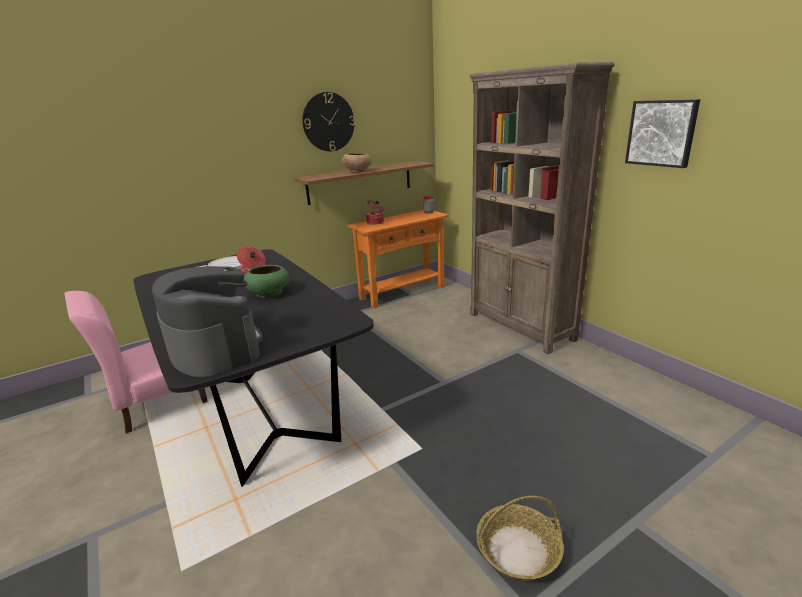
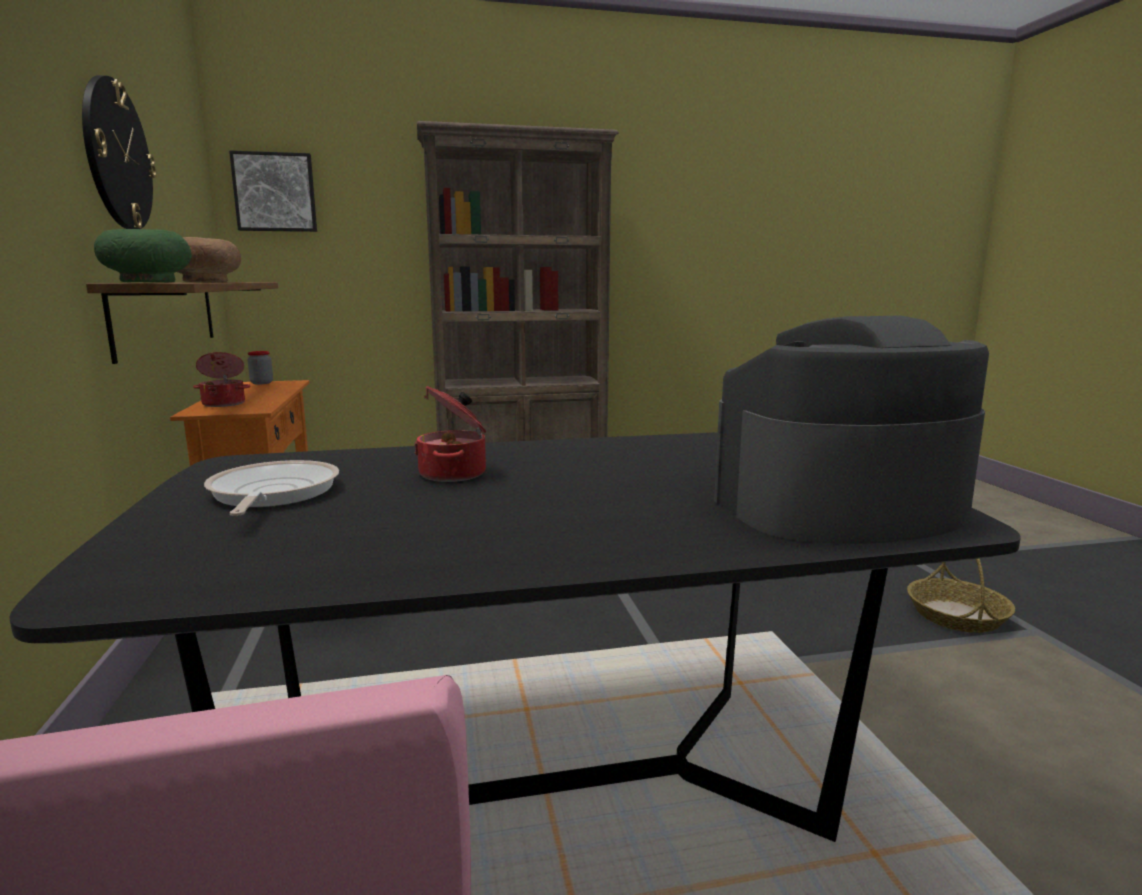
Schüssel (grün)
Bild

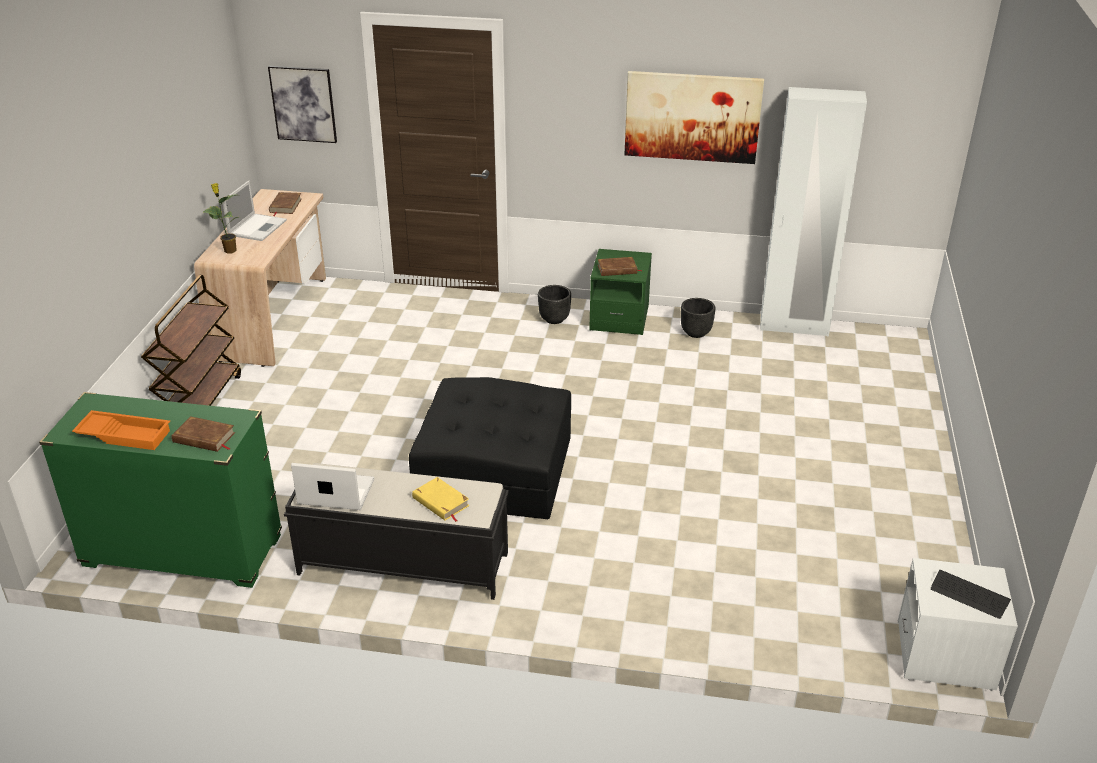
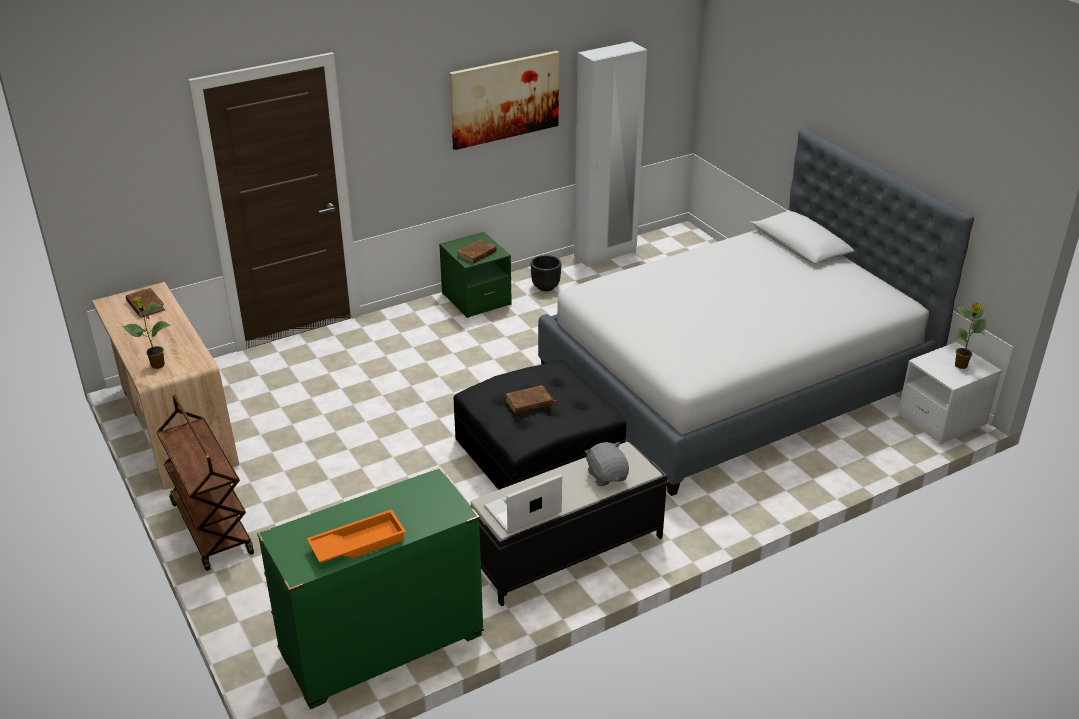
Buch (braun) (no. 3 from left)
Laptop (no. 1 from left in the first image)
Bild (no. 1 from left in the first image)
Plüschtier (grau)
Pflanzkübel (schwarz) (no. 1 from left in the first image)
Topfpflanze (no. 2 from left)
Bett

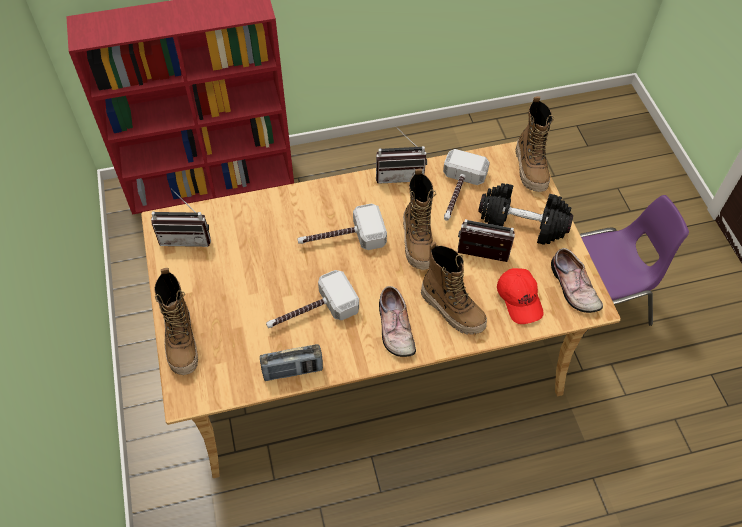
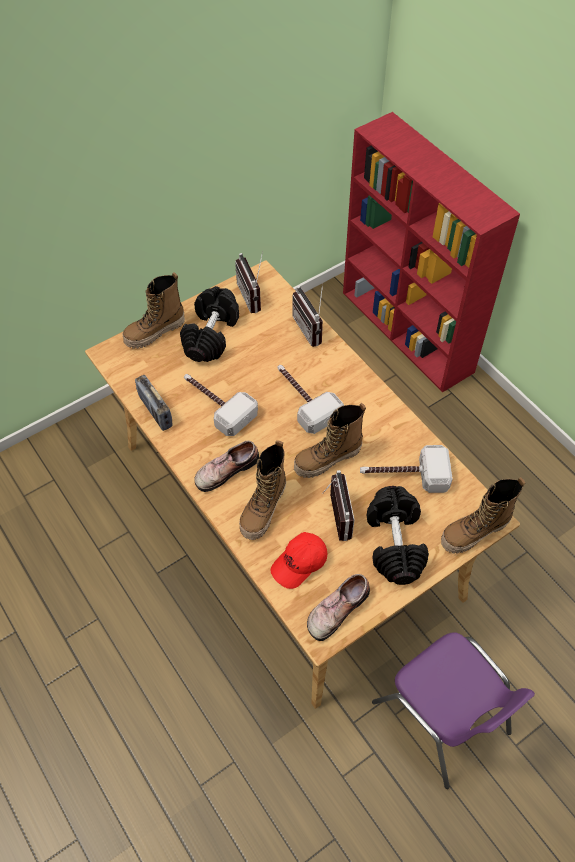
Radio (no. 3 from left)
Hantel (schwarz) (no. 1 from left)

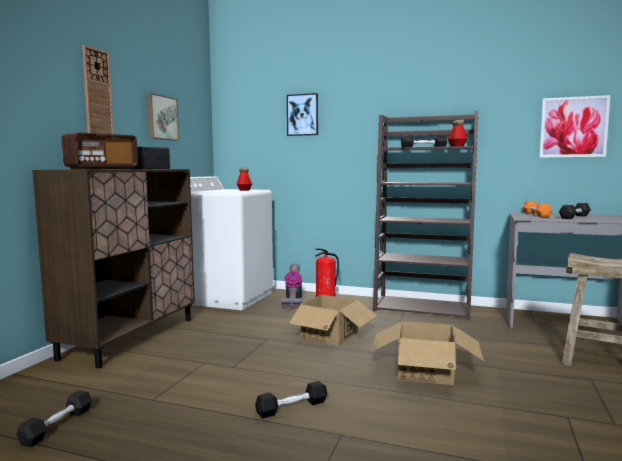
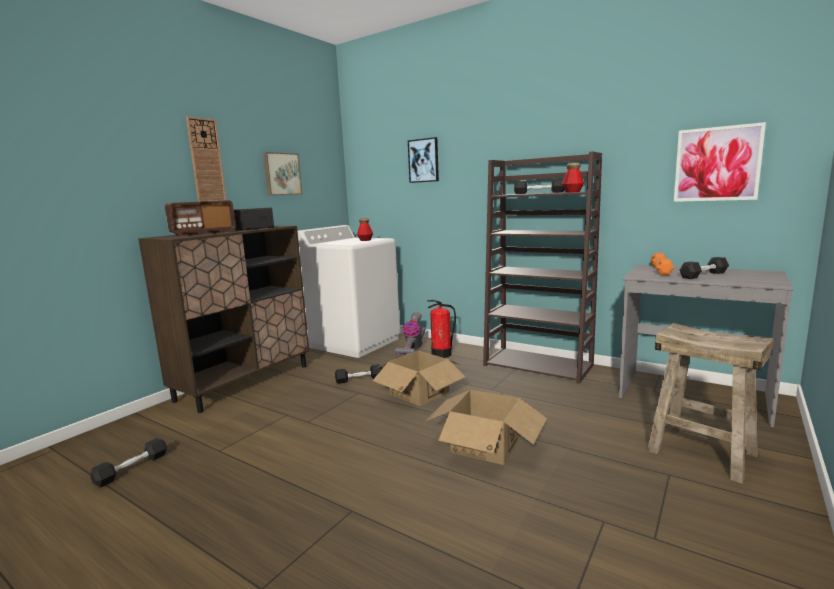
Hantel (schwarz) (no. 2 from left)

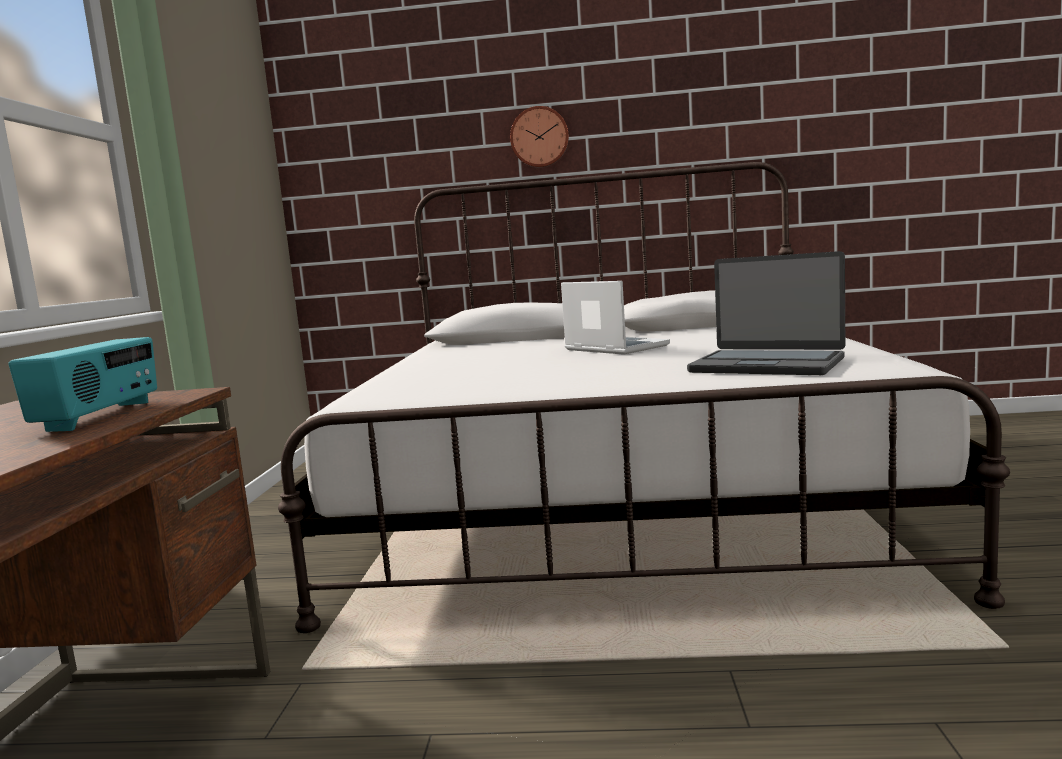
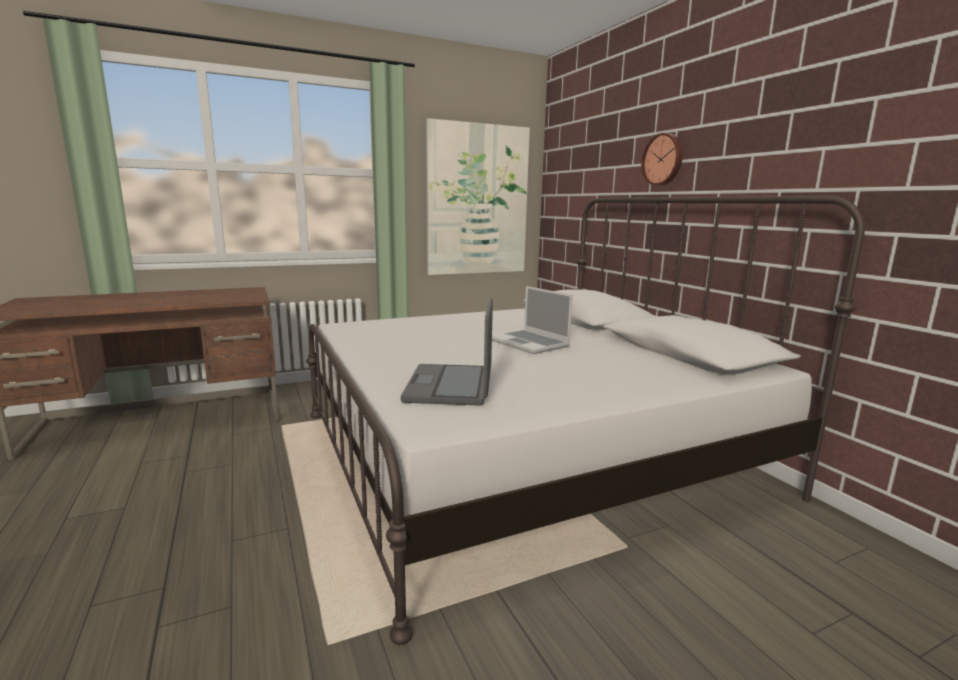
Radio
Laptop (no. 2 from left)
Bild

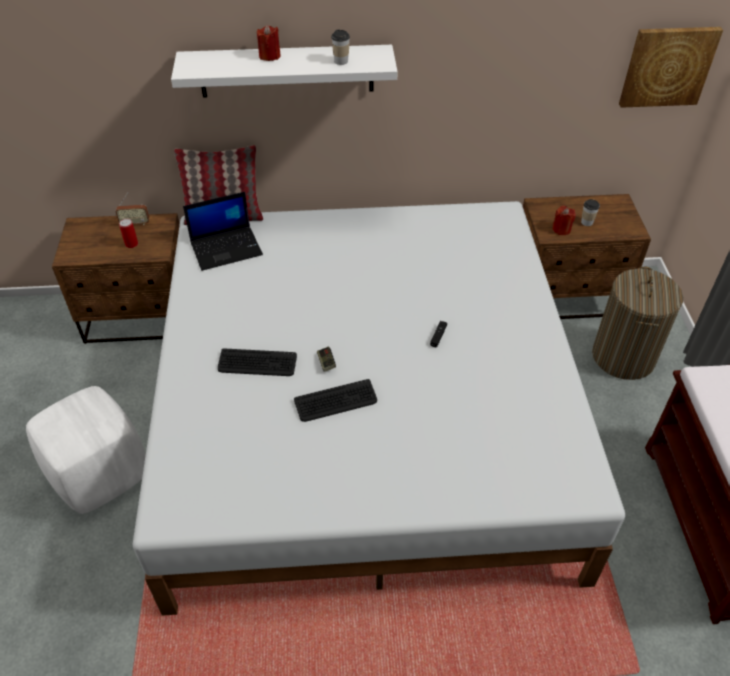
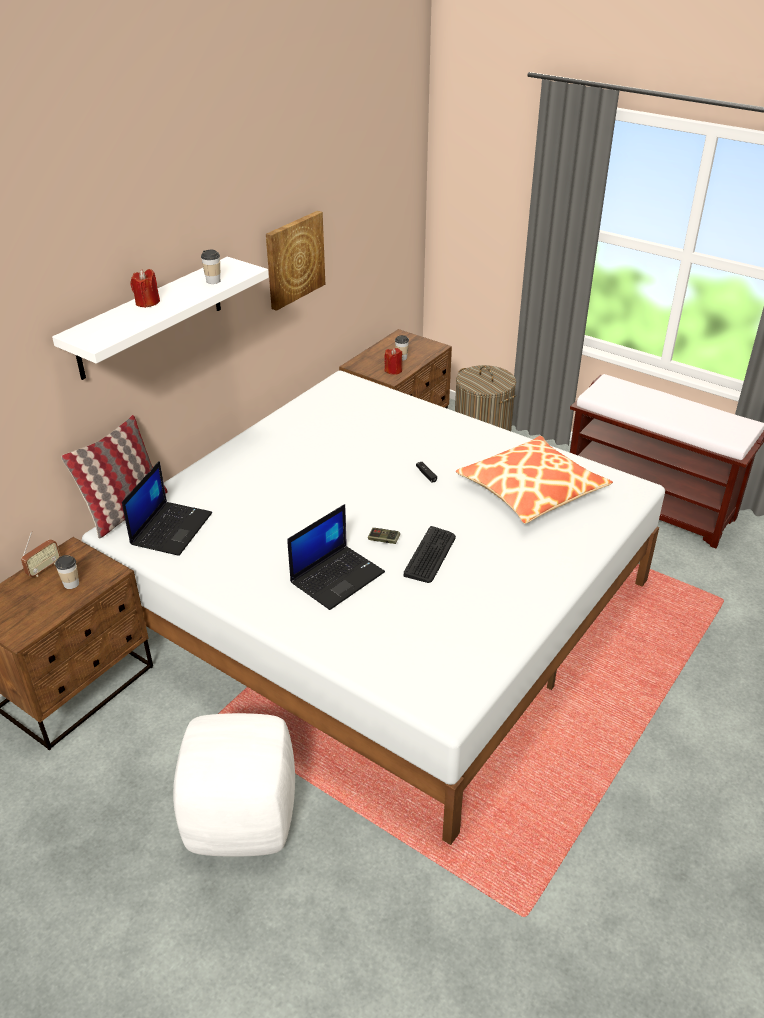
Tasse (no. 1 from left)
Laptop (no. 2 from left)
Bild
Kissen (no. 2 from left)

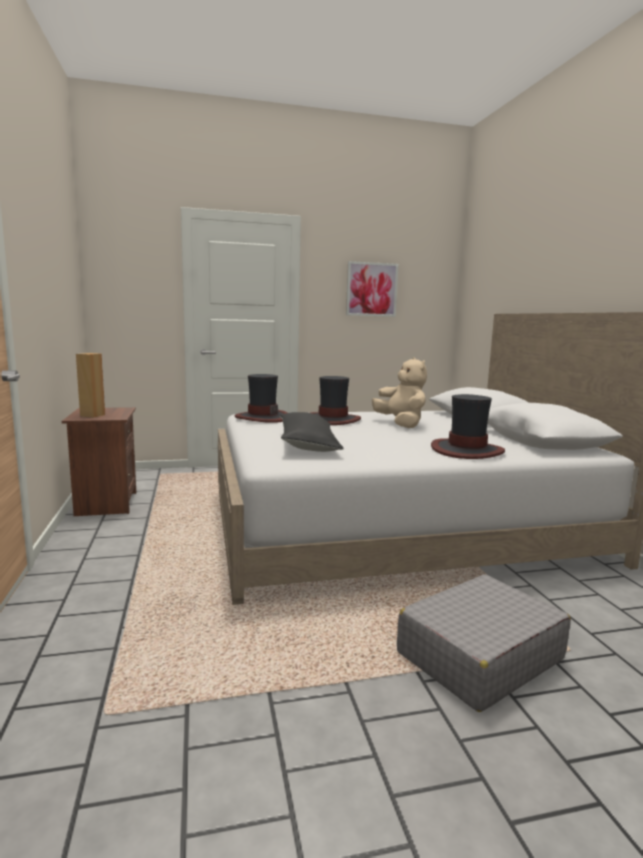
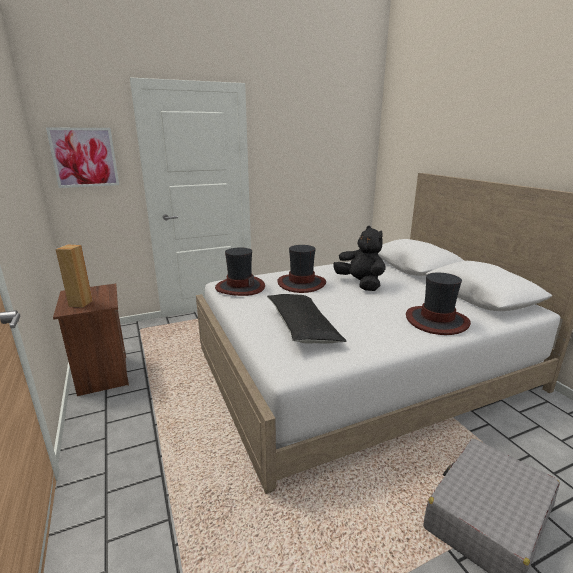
Bild
Plüschtier (schwarz)

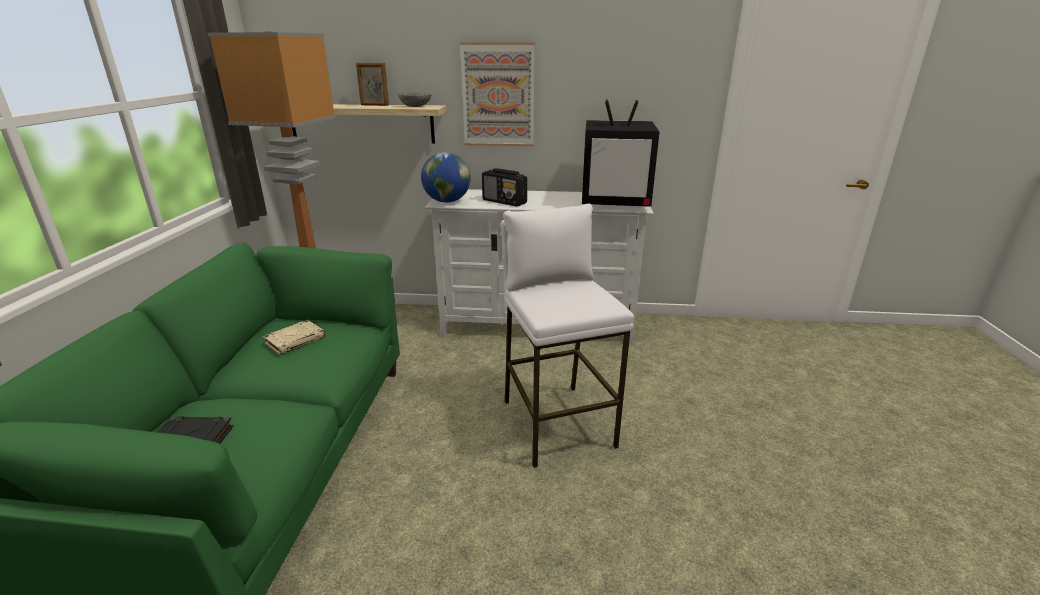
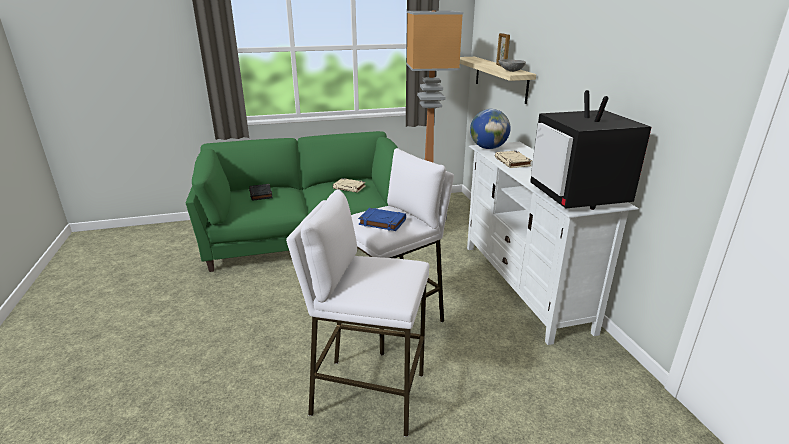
Bild
Buch (beige) (no. 2 from left)
Hocker (weiß) (no. 1 from left)
Buch (blau)

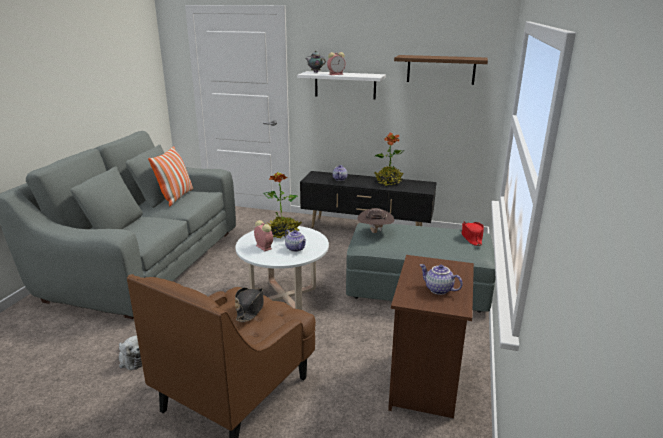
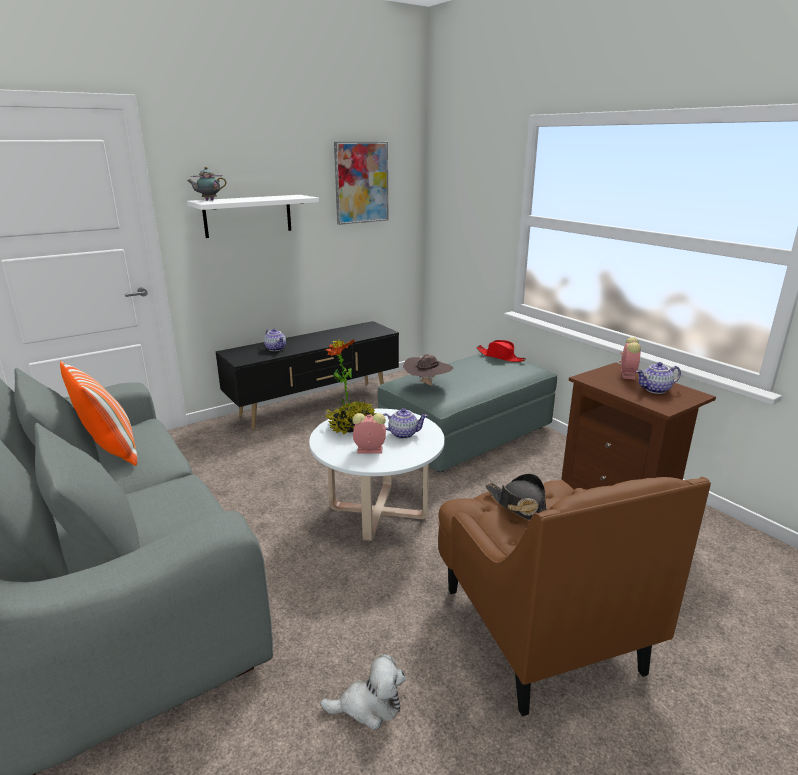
Wecker (no. 2 from left)
Topfpflanze (no. 2 from left in the first image)
Bild

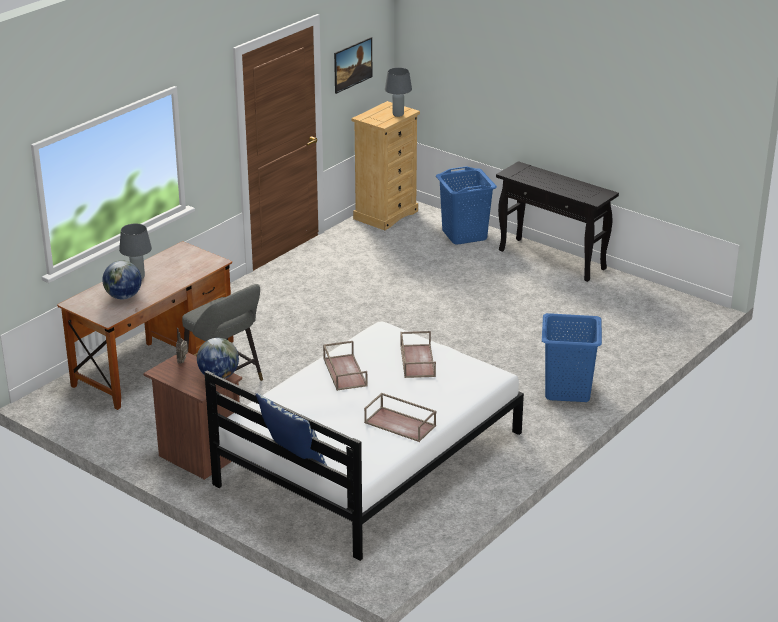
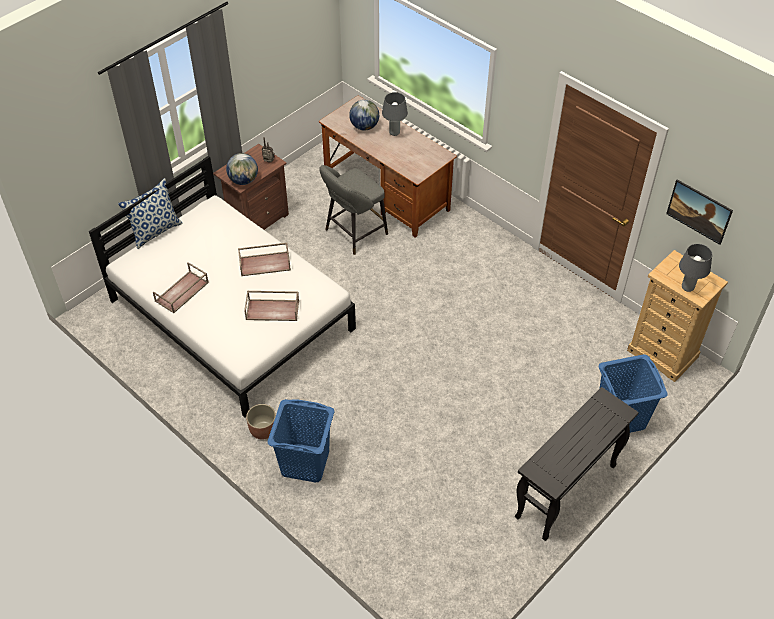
Pflanzkübel

